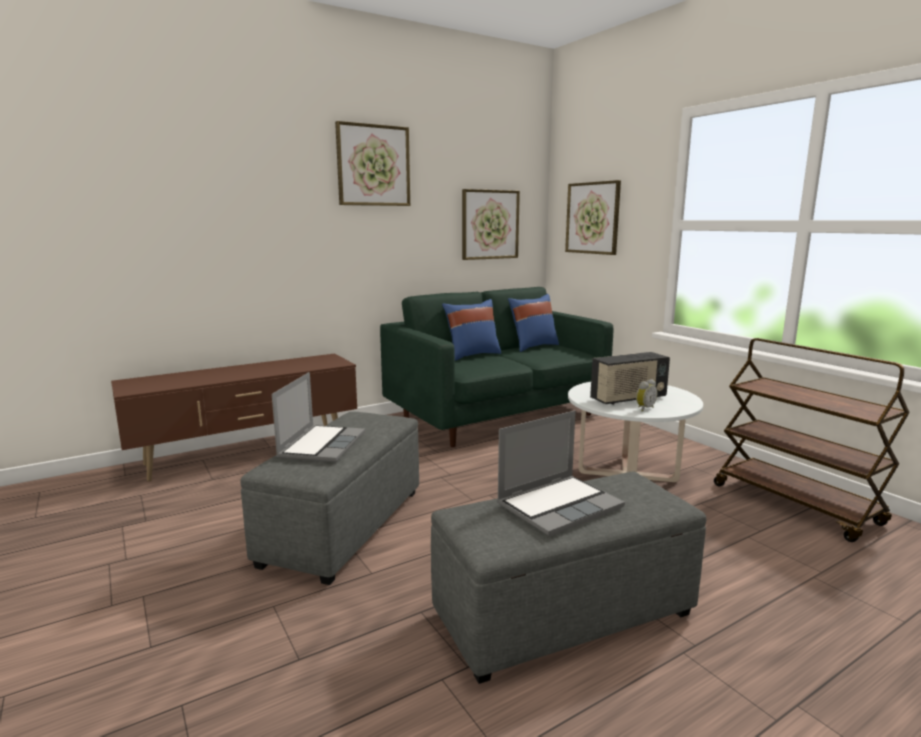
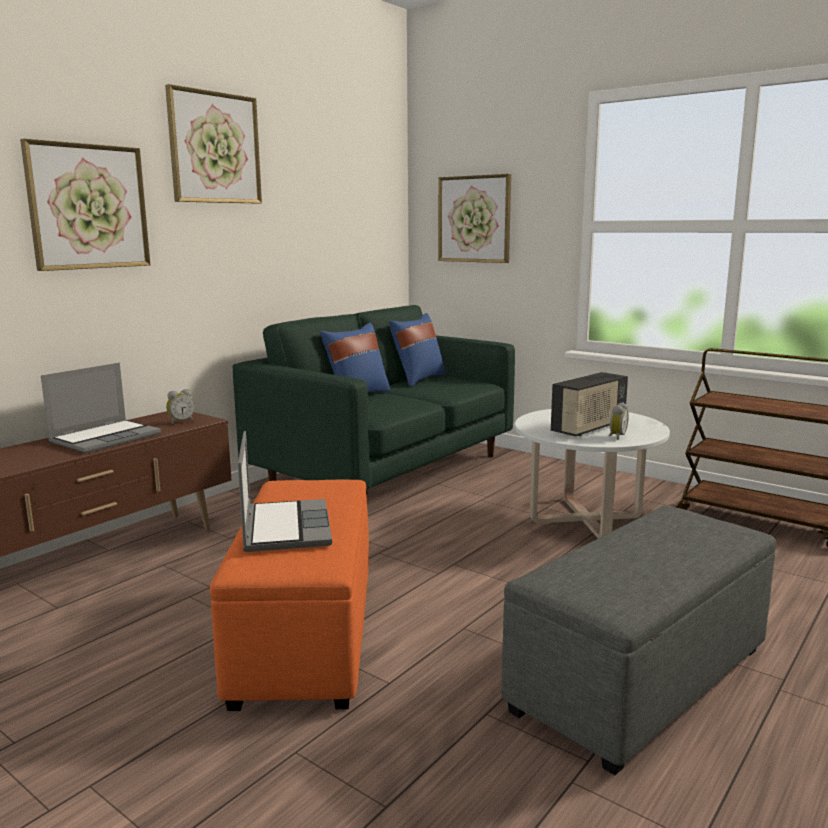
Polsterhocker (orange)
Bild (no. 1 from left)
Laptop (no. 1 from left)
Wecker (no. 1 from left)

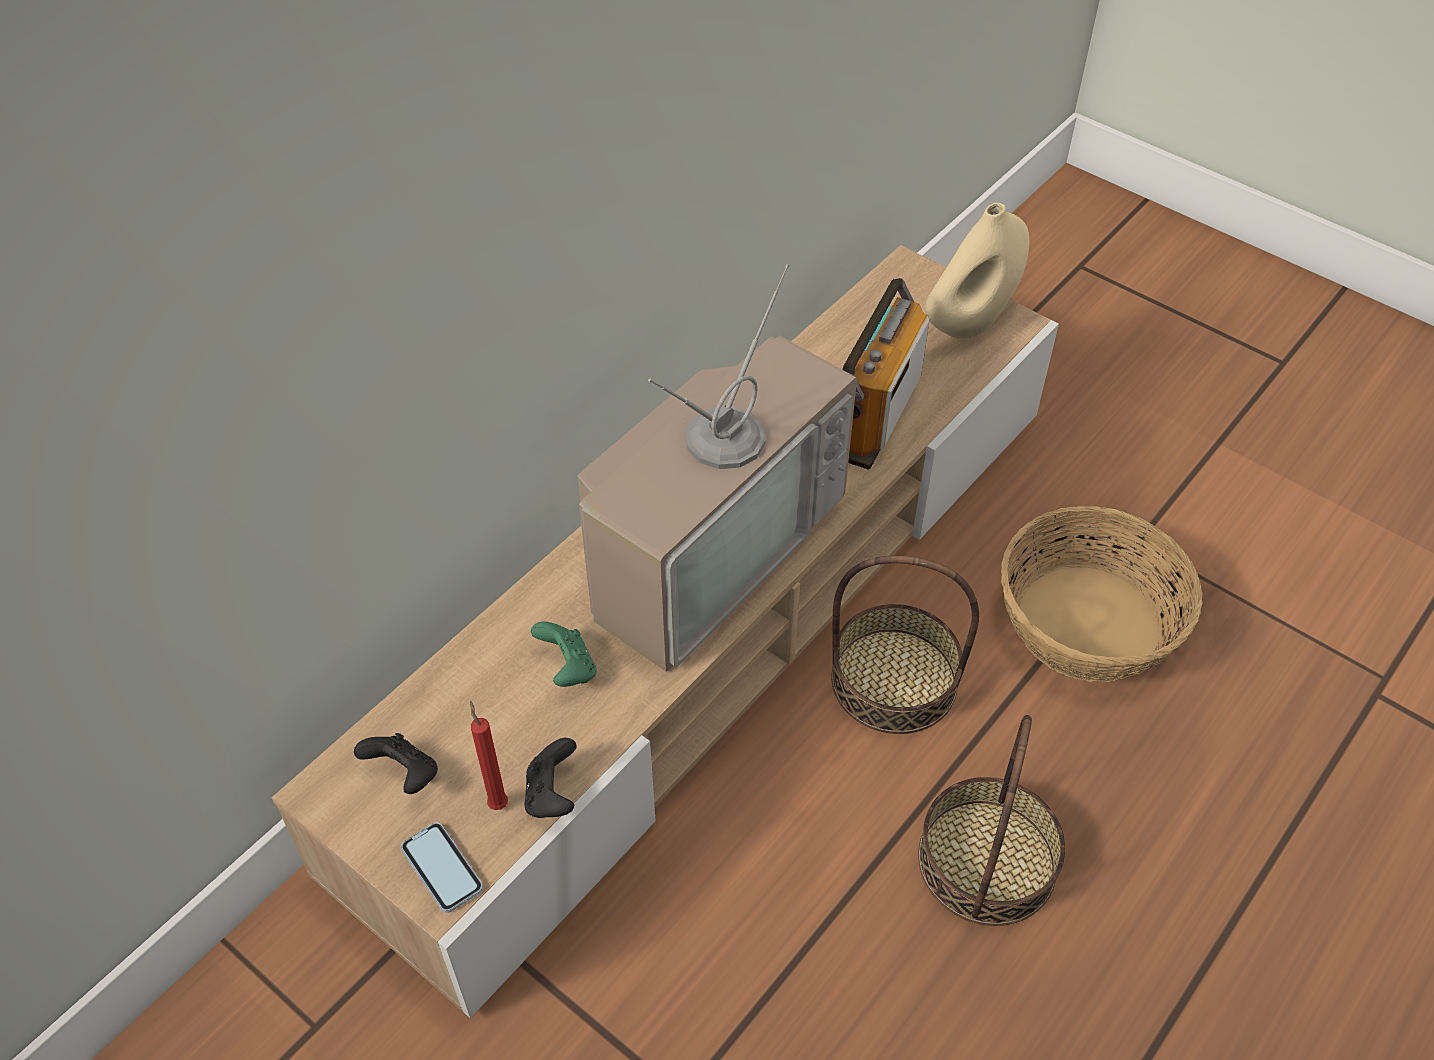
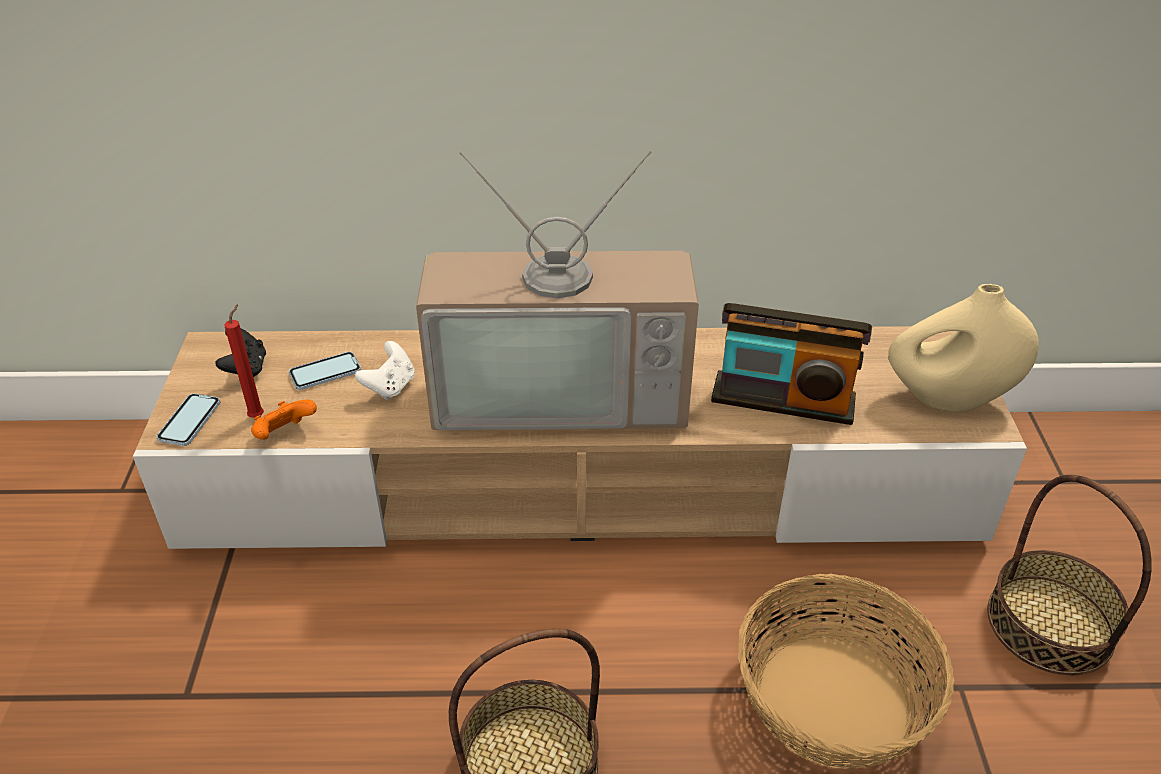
Gamepad (orange)
Gamepad (weiß)
Korb (no. 3 from left)
Radio
Handy (no. 2 from left)

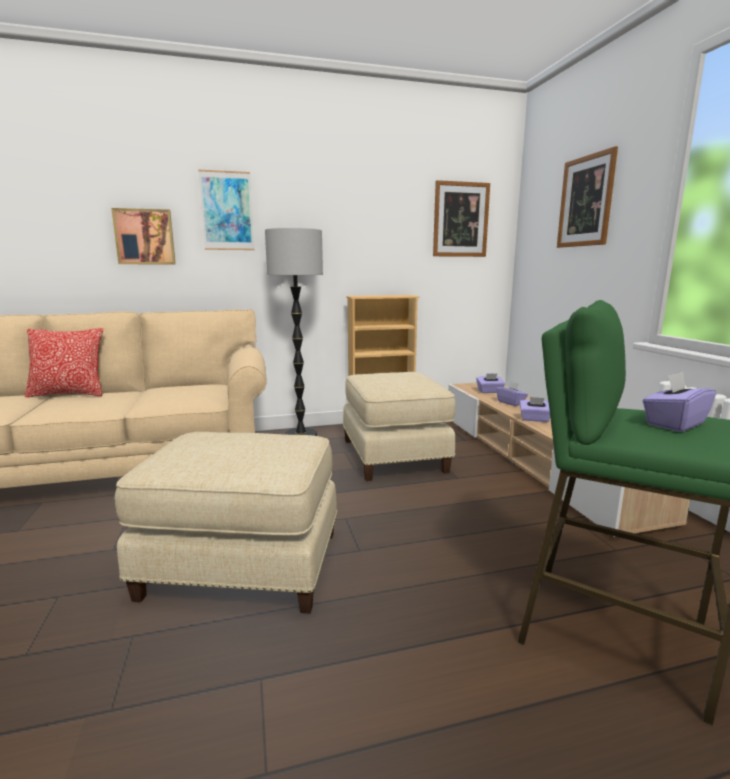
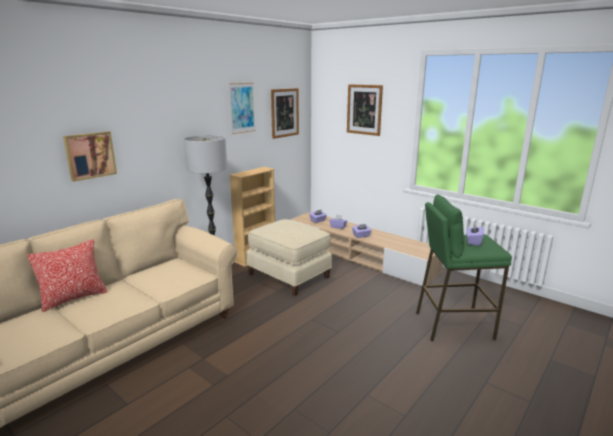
Polsterhocker (beige) (no. 1 from left in the first image)
Bild (no. 2 from left)

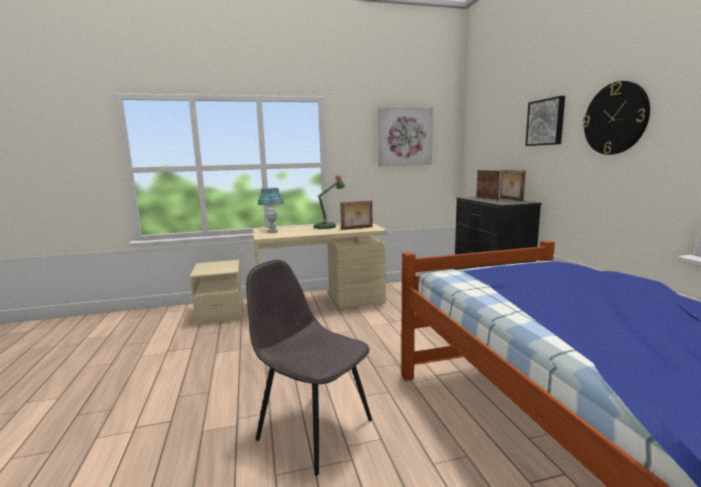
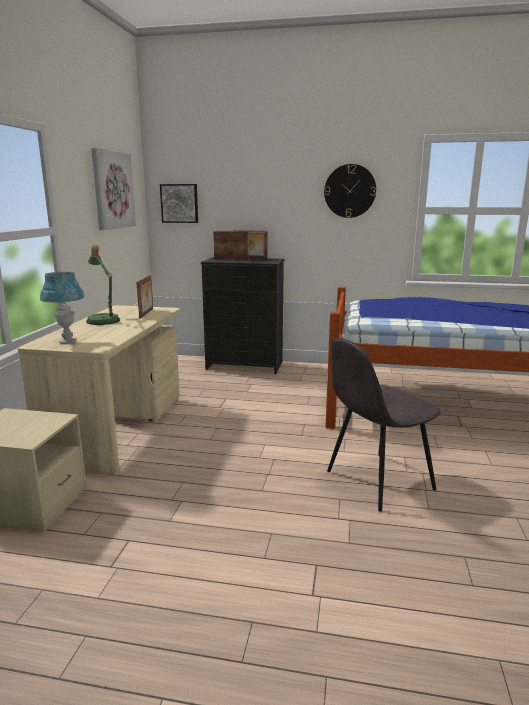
Bild (no. 2 from left)

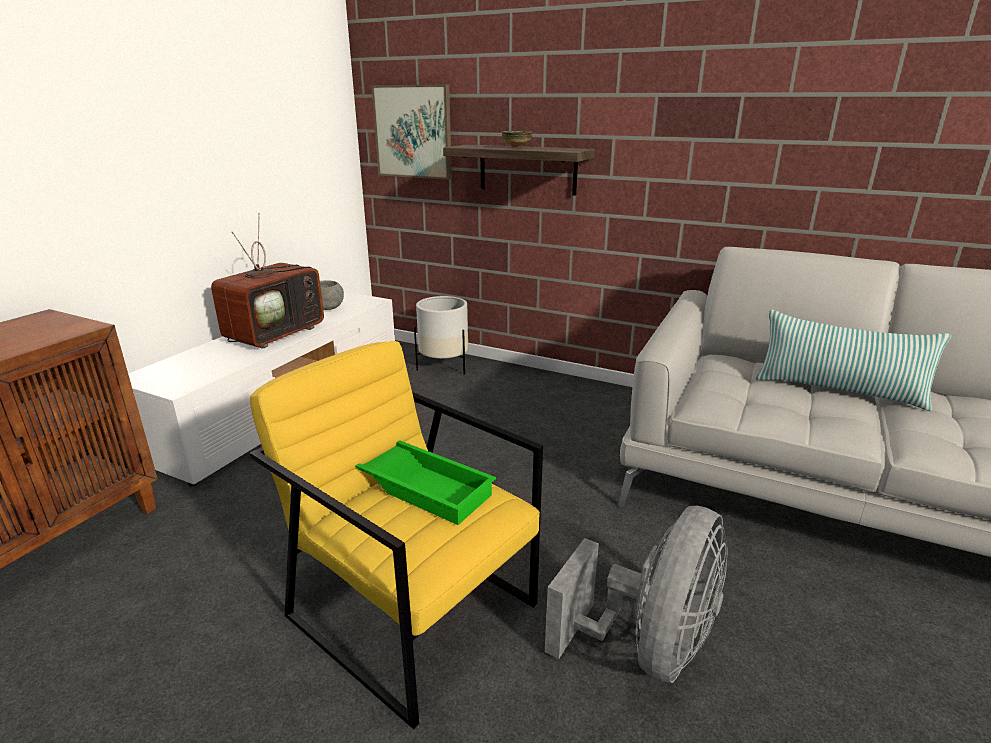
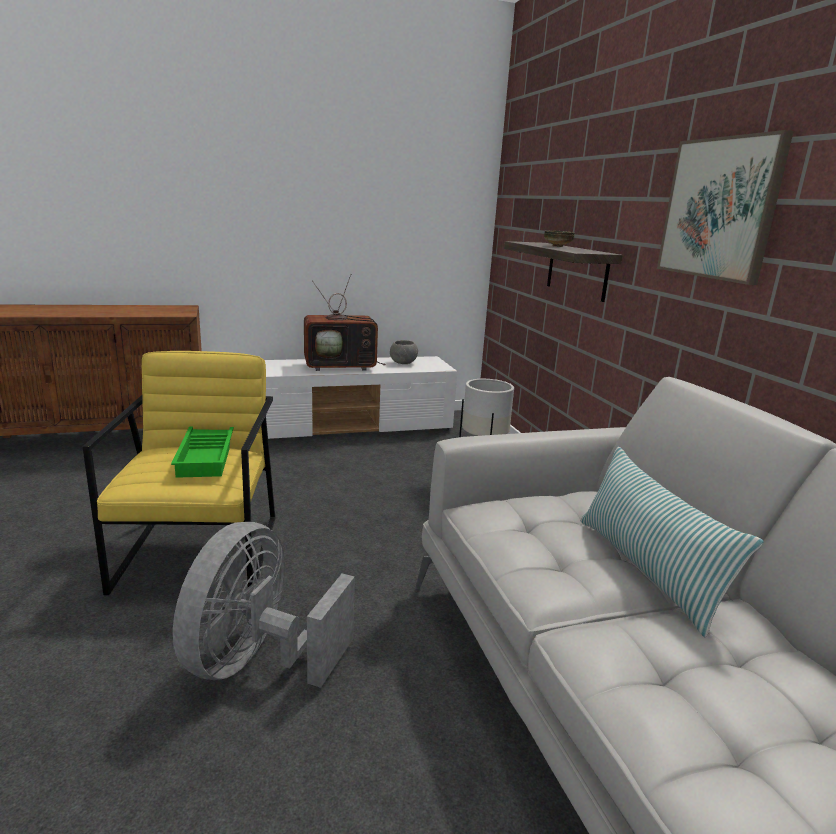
Bild
Ventilator (grau)

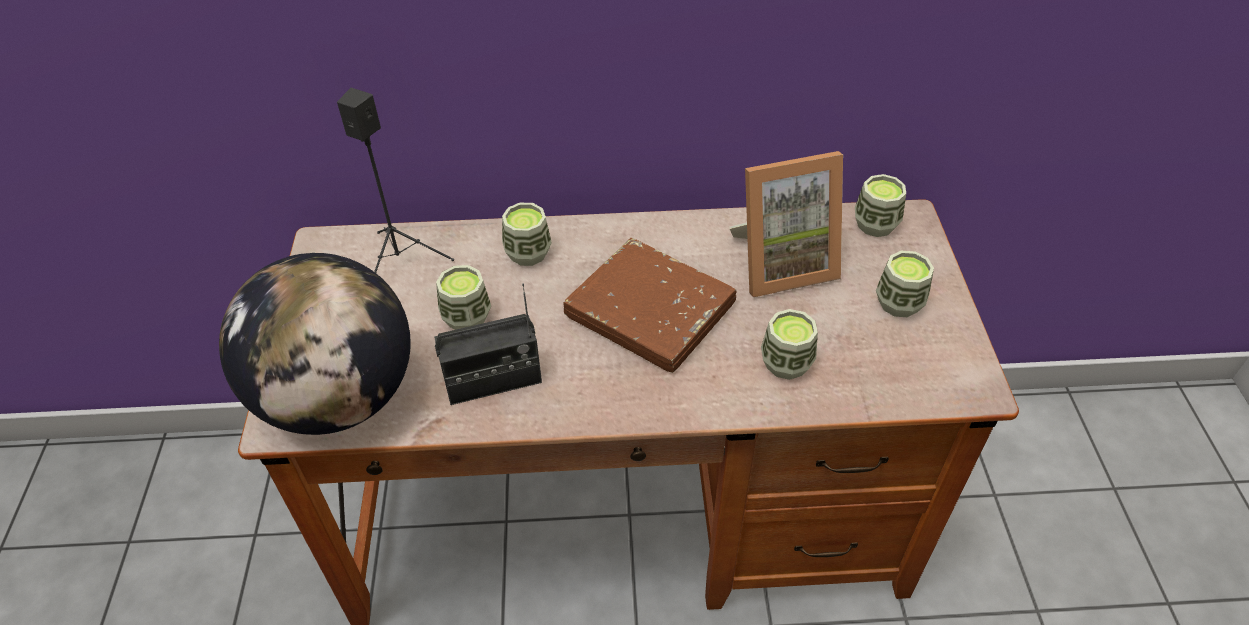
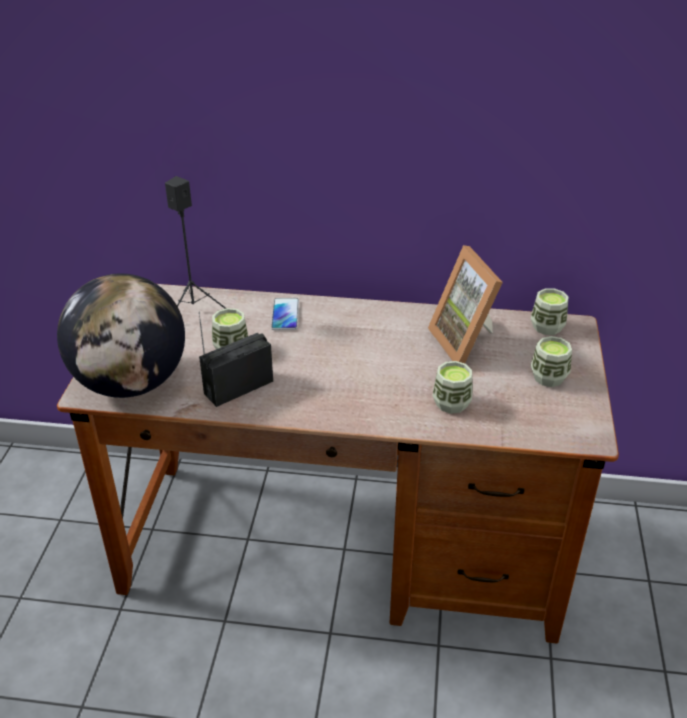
Radio
Handy
Buch (braun)
Bilderrahmen

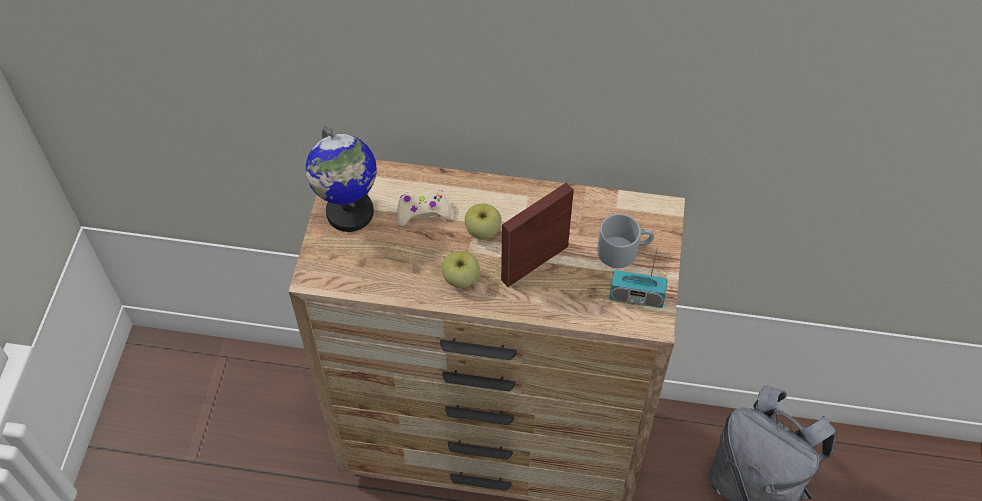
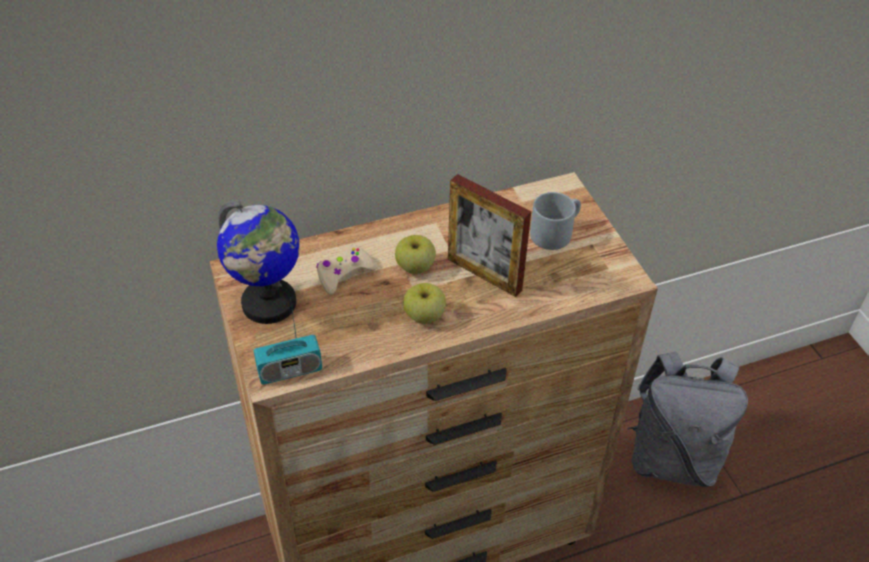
Bilderrahmen
Radio

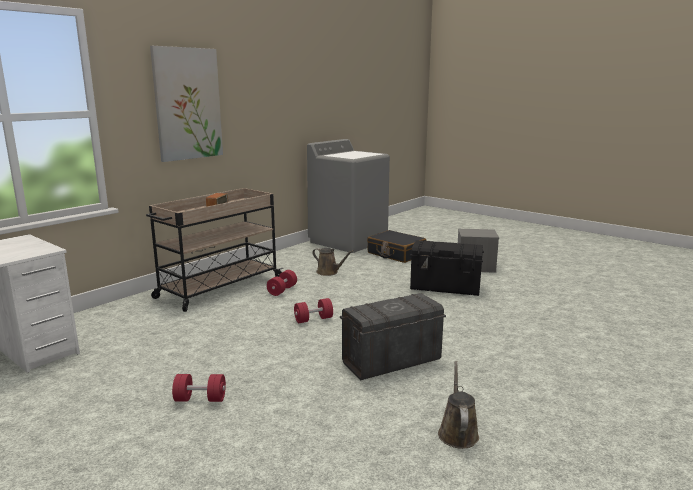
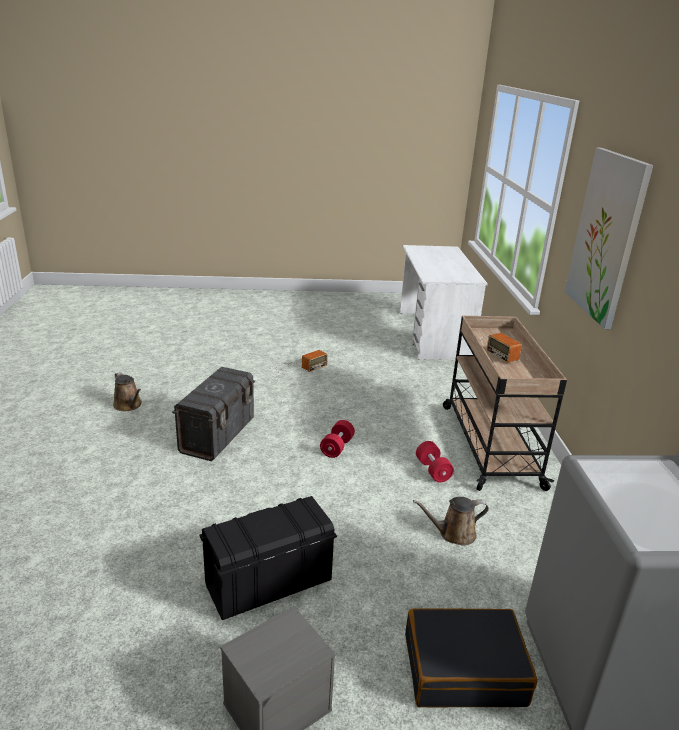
Radio (no. 1 from left)

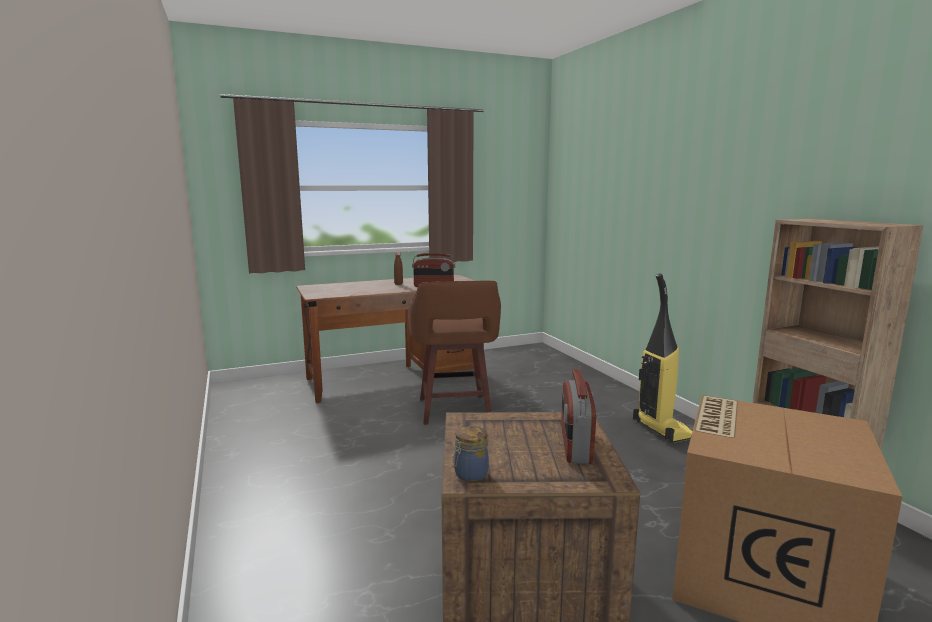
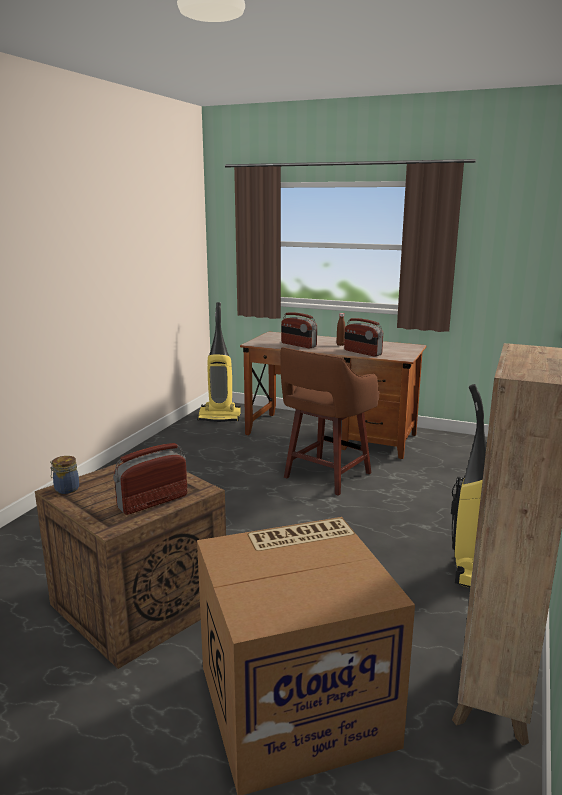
Staubsauger (no. 1 from left)
Radio (no. 2 from left)

